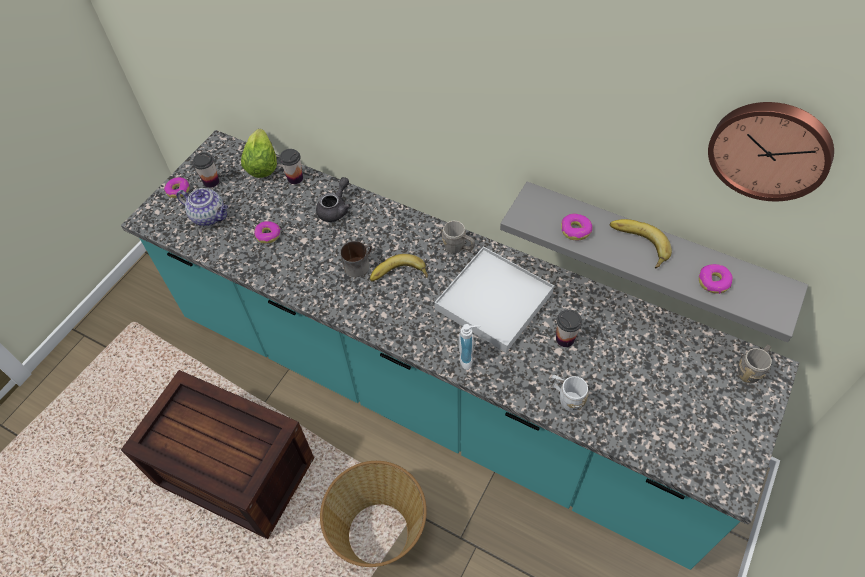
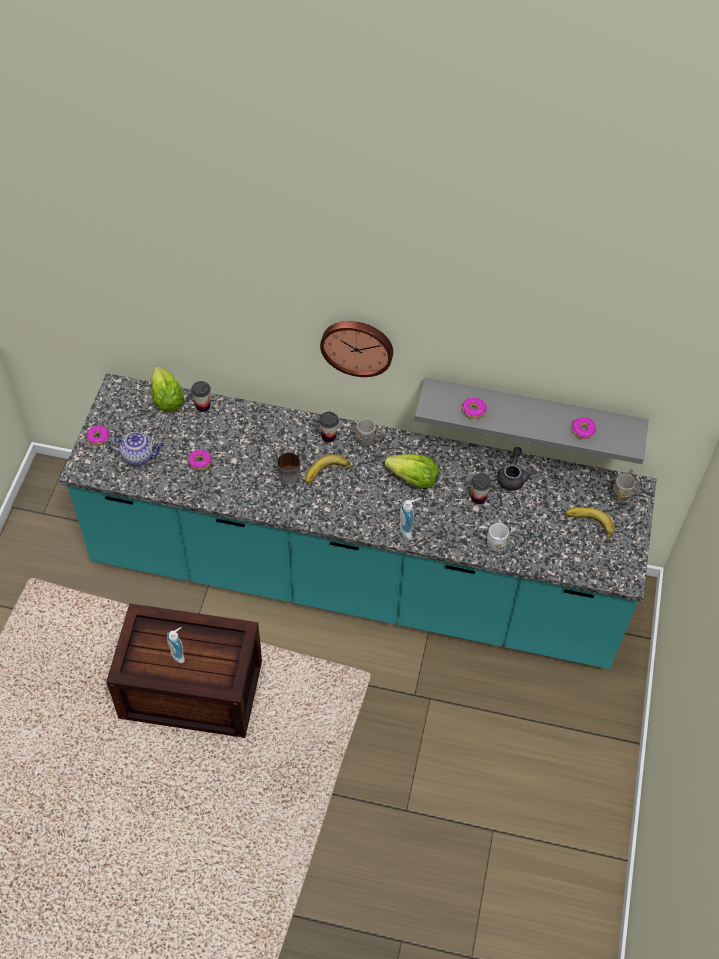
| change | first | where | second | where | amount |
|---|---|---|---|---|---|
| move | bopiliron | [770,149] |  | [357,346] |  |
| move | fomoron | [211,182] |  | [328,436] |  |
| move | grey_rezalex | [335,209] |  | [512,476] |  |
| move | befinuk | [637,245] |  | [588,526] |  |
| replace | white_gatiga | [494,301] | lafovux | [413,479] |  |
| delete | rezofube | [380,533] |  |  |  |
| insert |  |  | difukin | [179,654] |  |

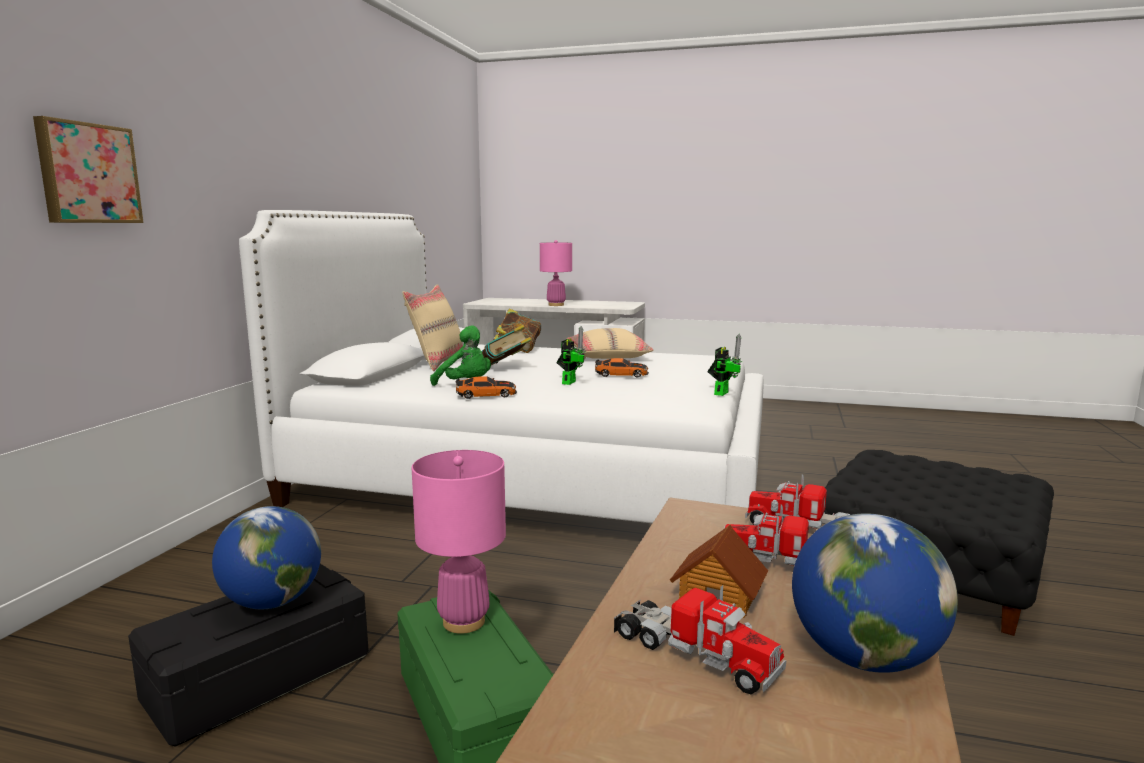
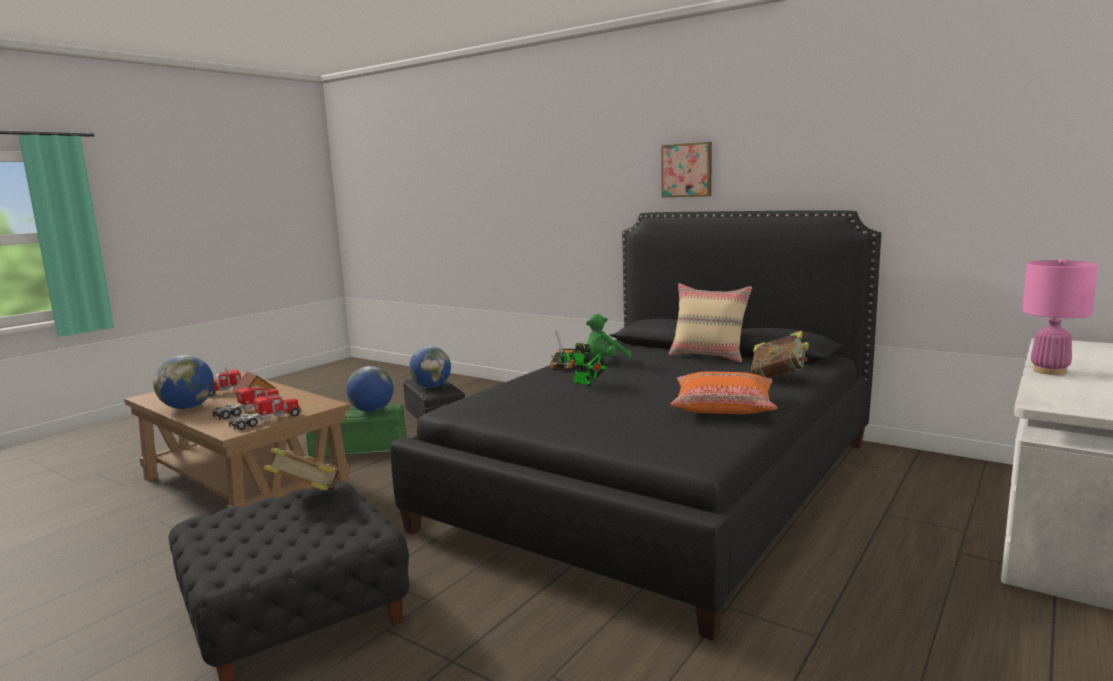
| change | first | where | second | where | amount |
|---|---|---|---|---|---|
| move | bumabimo | [87,173] |  | [687,170] |  |
| recolor | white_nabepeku | [538,473] | black_nabepeku | [658,483] |  |
| move | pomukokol | [505,368] |  | [306,495] |  |
| recolor | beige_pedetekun | [607,356] | orange_pedetekun | [723,406] |  |
| delete | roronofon | [722,392] |  |  |  |
| delete | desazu | [621,374] |  |  |  |
| replace | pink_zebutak | [464,621] | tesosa | [372,410] |  |

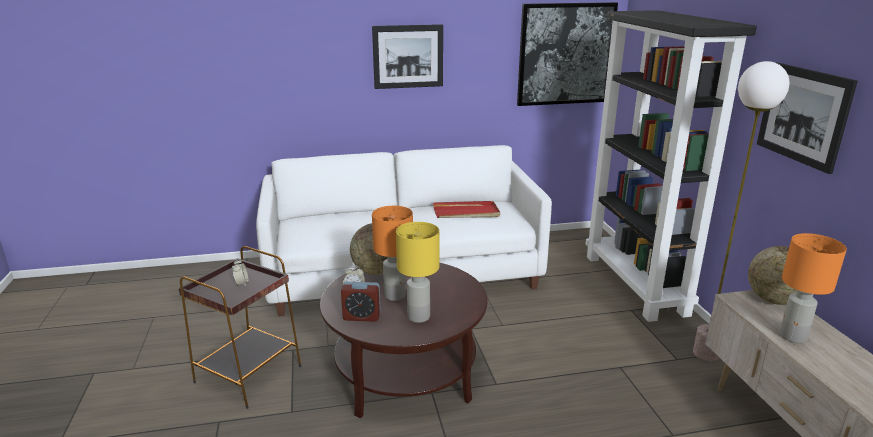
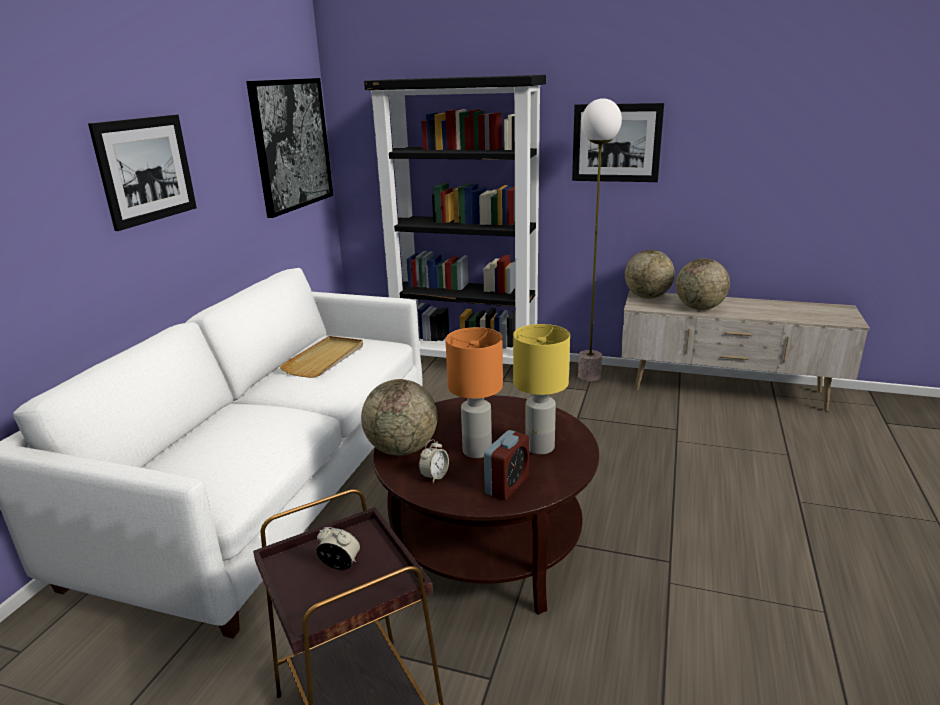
| change | first | where | second | where | amount |
|---|---|---|---|---|---|
| recolor | red_gatiga | [466,212] | beige_gatiga | [325,359] |  |
| replace | orange_zebutak | [793,337] | tesosa | [699,308] |  |

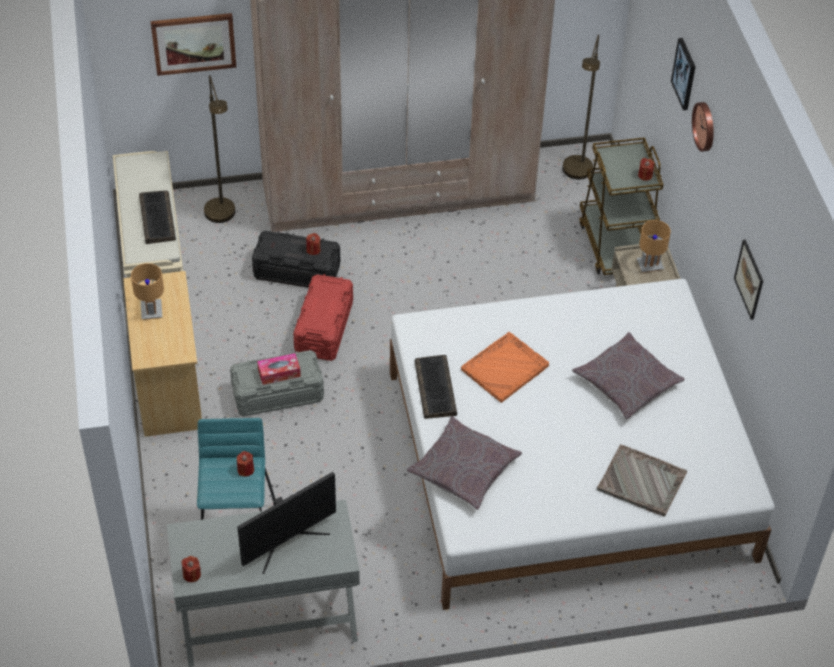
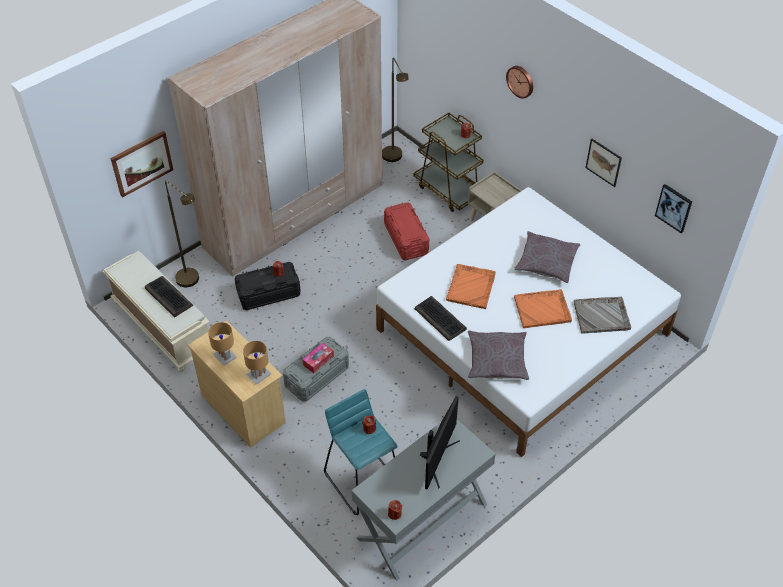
| change | first | where | second | where | amount |
|---|---|---|---|---|---|
| move | bumabimo | [685,74] |  | [674,208] |  |
| move | brown_zebutak | [649,265] |  | [259,375] |  |
| move | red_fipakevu | [324,328] |  | [406,239] |  |
| insert |  |  | orange_gatiga | [543,309] |  |

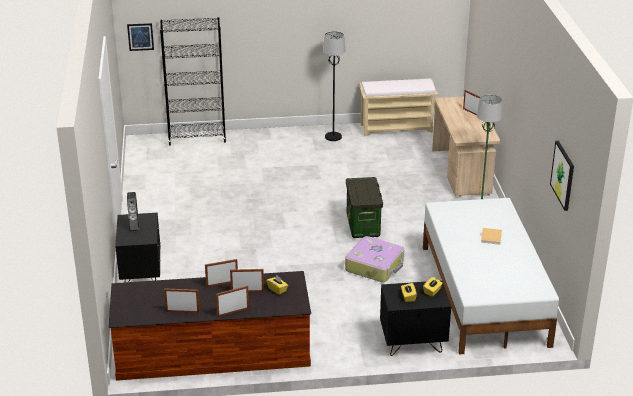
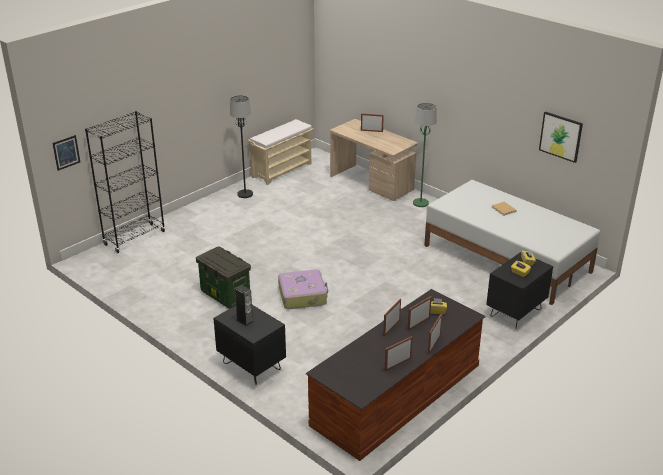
| change | first | where | second | where | amount |
|---|---|---|---|---|---|
| move | fipakevu | [363,226] |  | [226,295] |  |
| move | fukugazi | [375,266] |  | [303,295] |  |

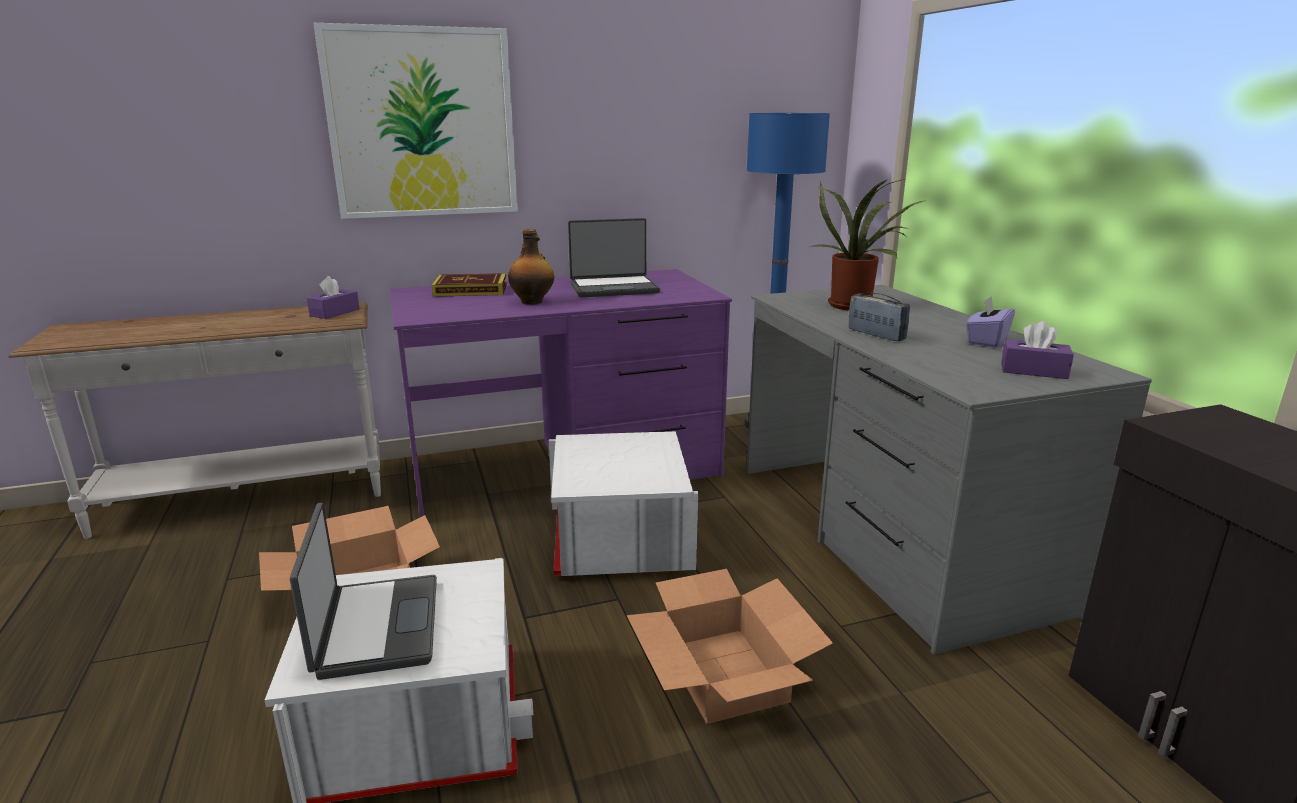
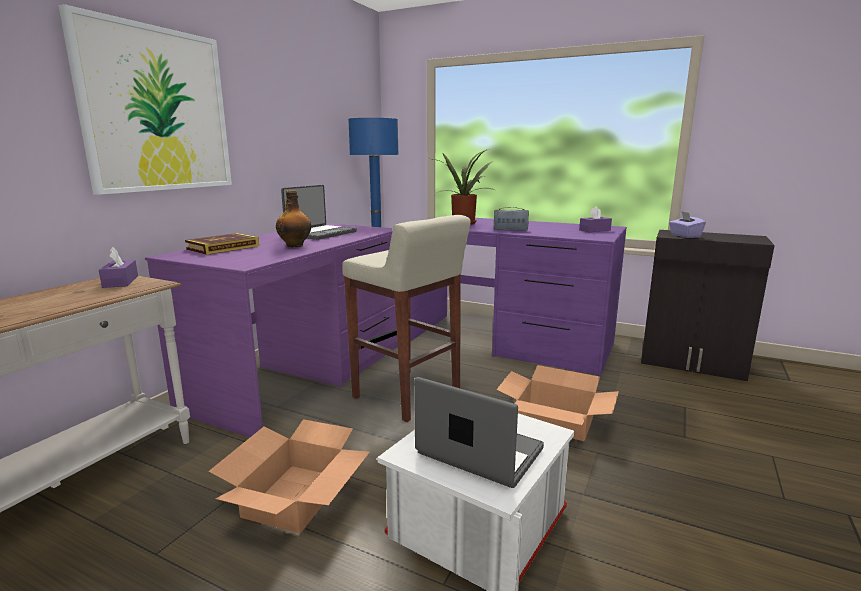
| change | first | where | second | where | amount |
|---|---|---|---|---|---|
| recolor | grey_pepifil | [890,532] | purple_pepifil | [510,342] |  |
| move | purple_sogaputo | [986,341] |  | [684,236] |  |
| replace | white_fipakevu | [617,543] | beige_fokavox | [408,395] |  |

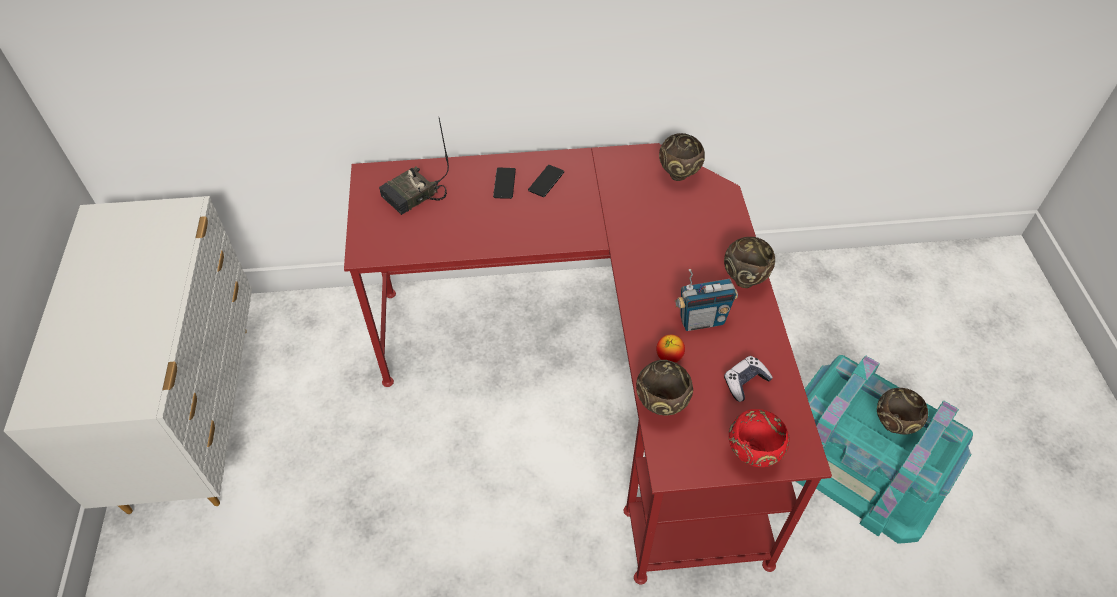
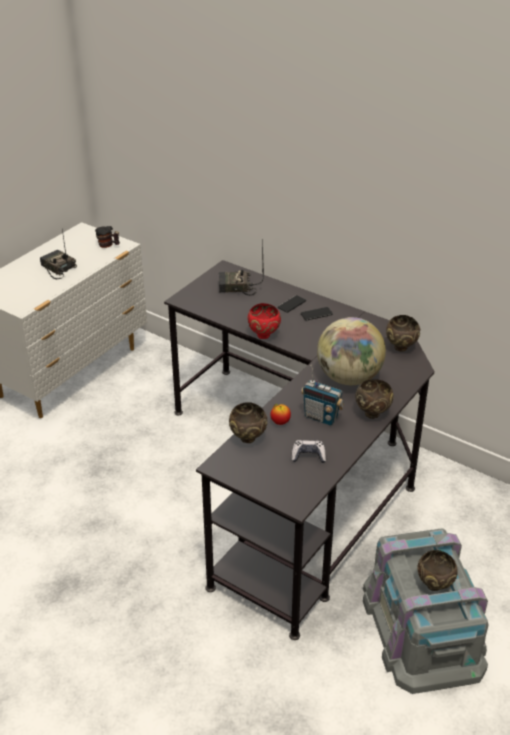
| change | first | where | second | where | amount |
|---|---|---|---|---|---|
| recolor | red_pepifil | [593,378] | black_pepifil | [297,477] |  |
| recolor | turquoise_fipakevu | [860,463] | grey_fipakevu | [423,628] |  |
| move | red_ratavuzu | [753,455] |  | [264,336] |  |
| insert |  |  | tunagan | [108,245] |  |
| insert |  |  | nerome | [57,268] |  |
| insert |  |  | tesosa | [348,378] |  |

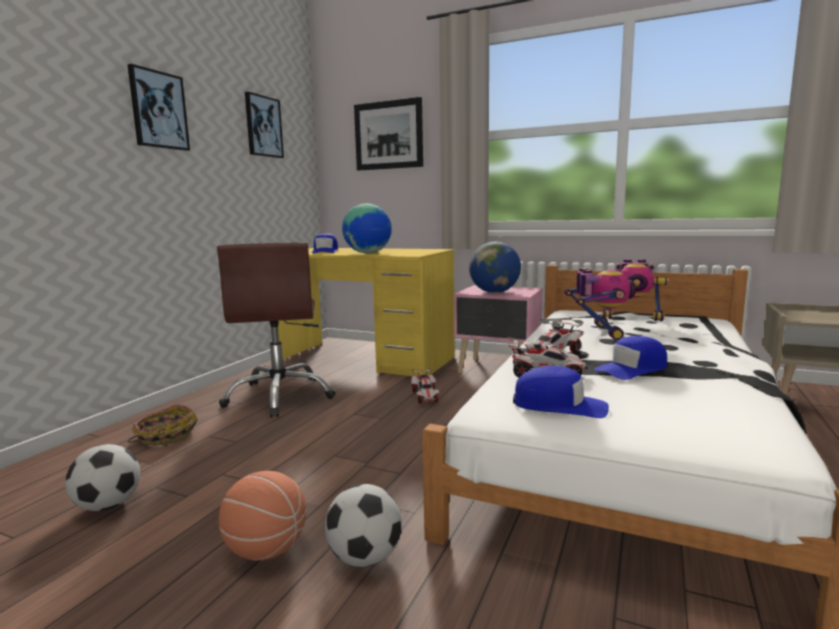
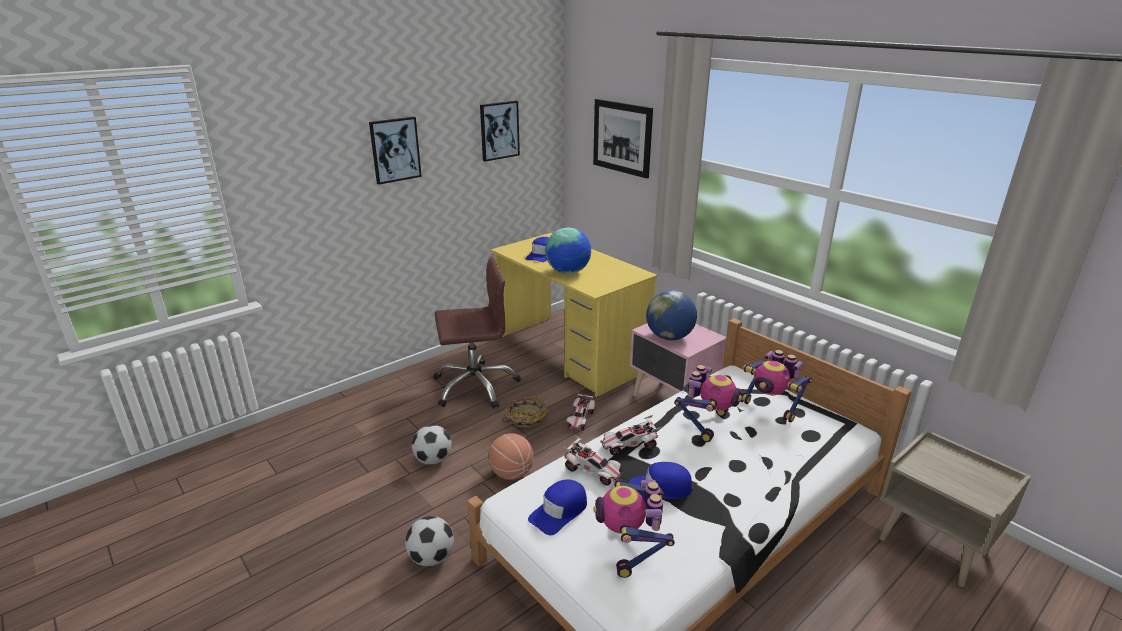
| change | first | where | second | where | amount |
|---|---|---|---|---|---|
| rotate | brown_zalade | [280,396] |  | [475,386] | 120 degrees counterclockwise |
| rotate | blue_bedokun | [559,405] |  | [559,511] | 90 degrees clockwise |
| move | rezofube | [165,436] |  | [525,418] |  |
| move | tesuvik | [108,505] |  | [433,460] |  |
| move | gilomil | [267,550] |  | [511,473] |  |
| insert |  |  | roronofon | [631,549] |  |

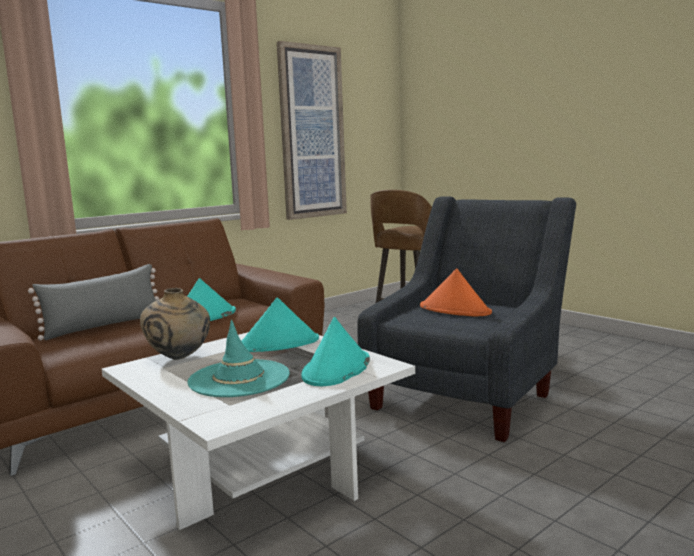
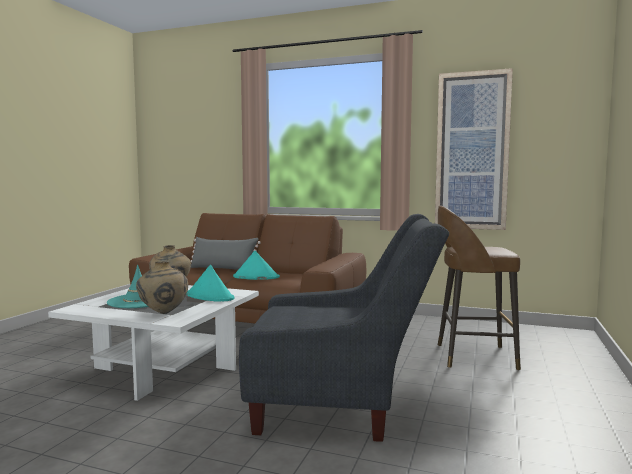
| change | first | where | second | where | amount |
|---|---|---|---|---|---|
| delete | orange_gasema | [455,310] |  |  |  |
| replace | turquoise_gasema | [336,369] | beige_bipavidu | [163,313] |  |

